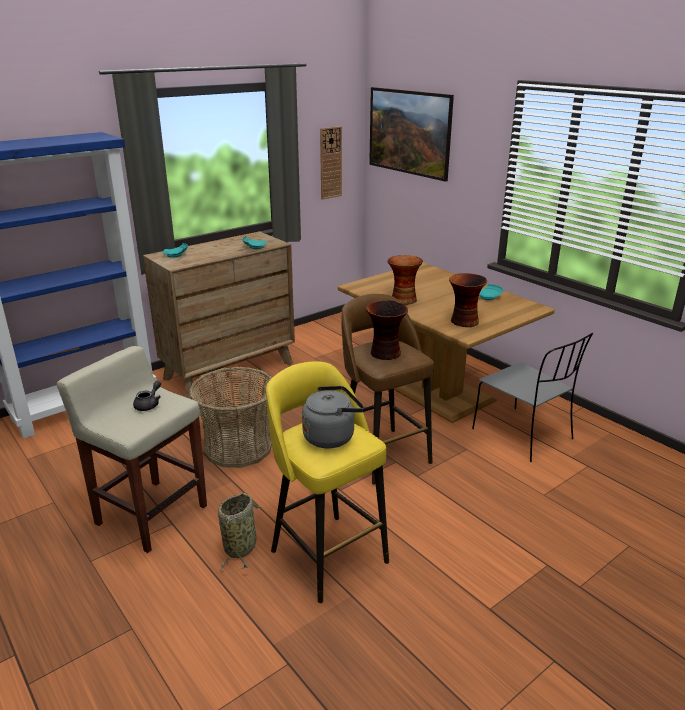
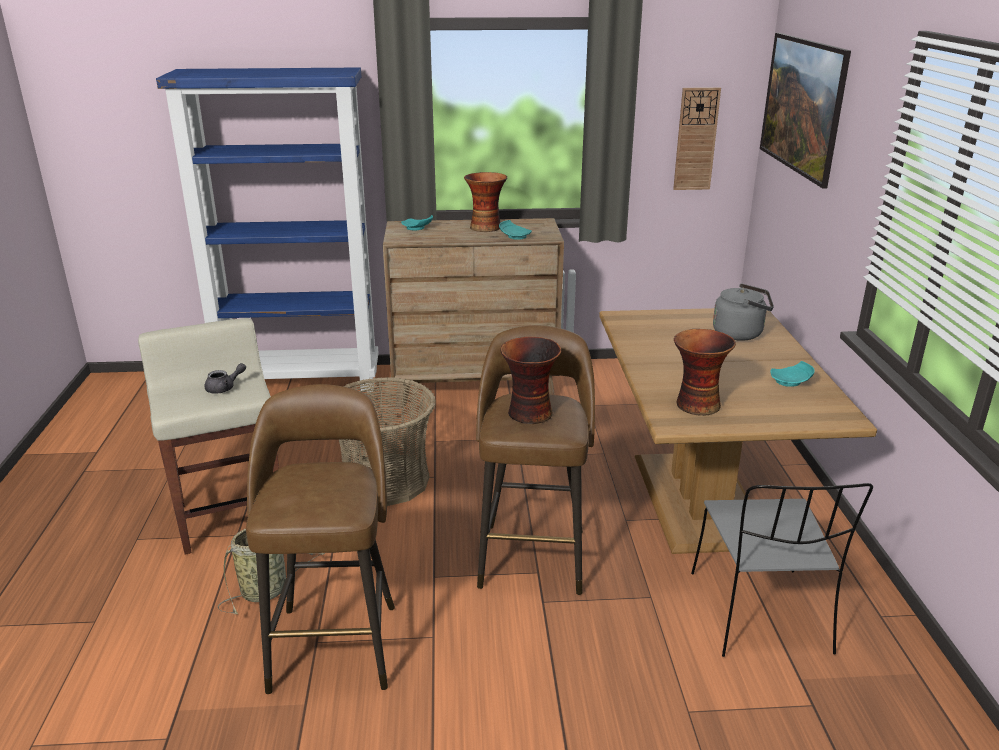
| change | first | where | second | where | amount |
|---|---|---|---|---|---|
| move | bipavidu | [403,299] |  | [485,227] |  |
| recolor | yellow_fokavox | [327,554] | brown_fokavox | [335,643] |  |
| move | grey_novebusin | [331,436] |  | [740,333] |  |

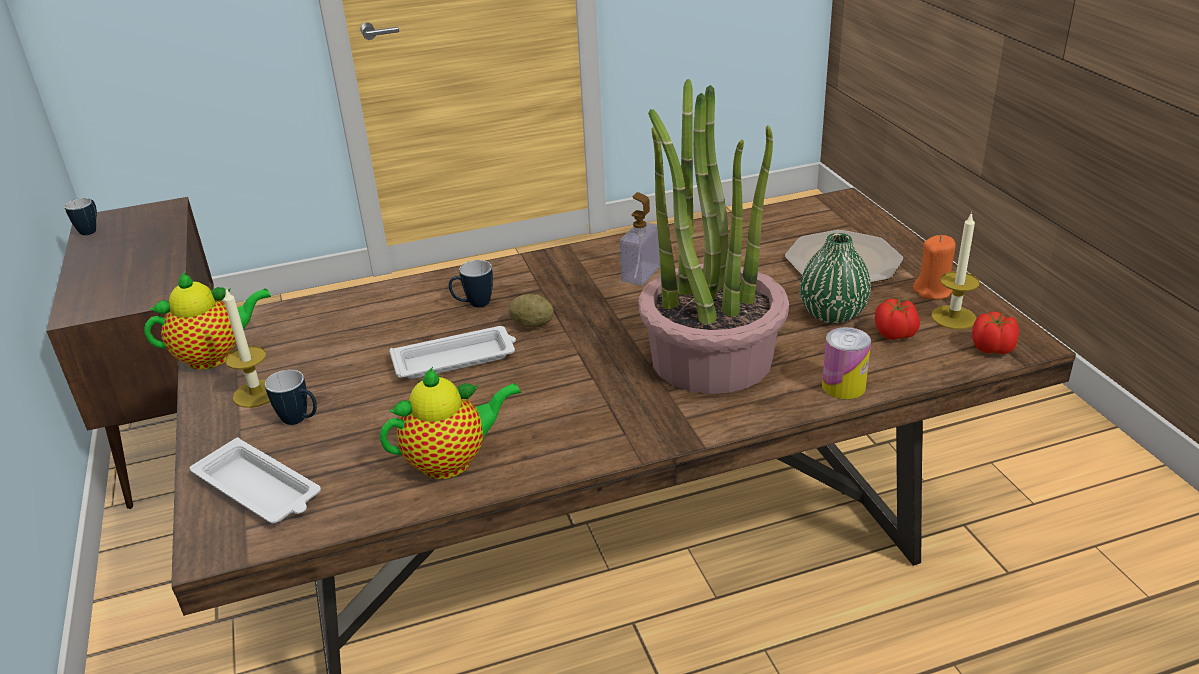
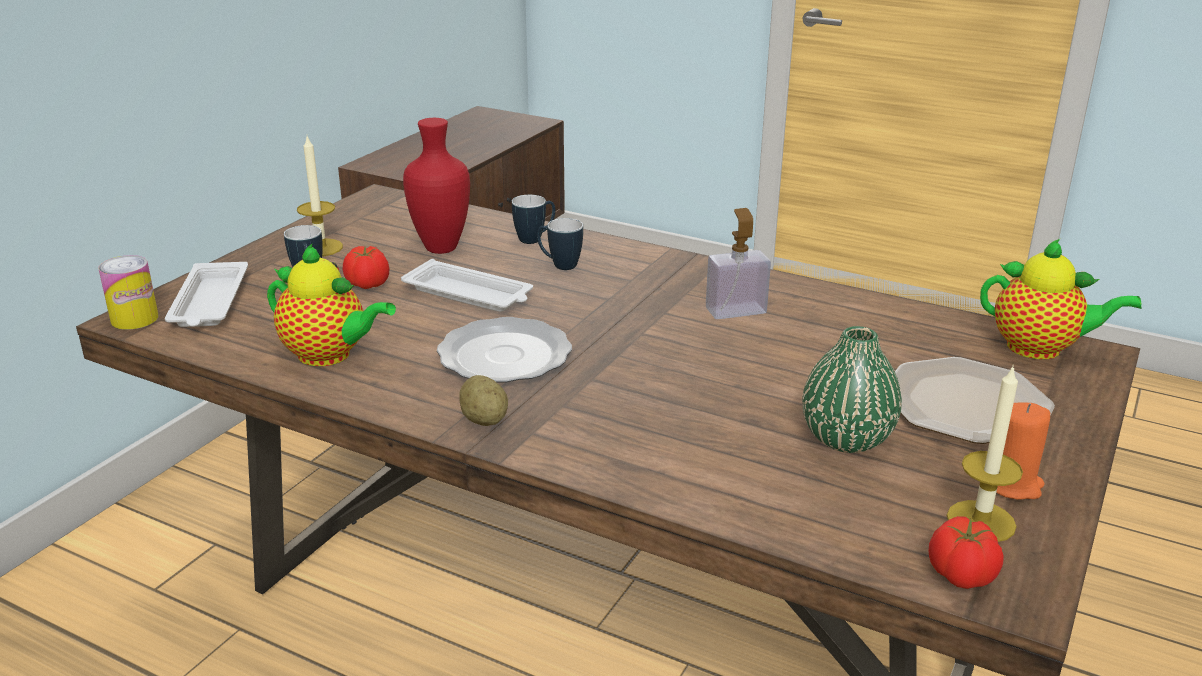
| change | first | where | second | where | amount |
|---|---|---|---|---|---|
| delete | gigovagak | [711,357] |  |  |  |
| move | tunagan | [91,230] |  | [535,239] |  |
| move | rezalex | [215,356] |  | [1040,349] |  |
| move | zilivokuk | [532,325] |  | [484,420] |  |
| move | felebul | [895,334] |  | [367,285] |  |
| move | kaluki | [843,386] |  | [134,319] |  |
| insert |  |  | red_bipavidu | [443,248] |  |
| insert |  |  | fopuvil | [504,356] |  |

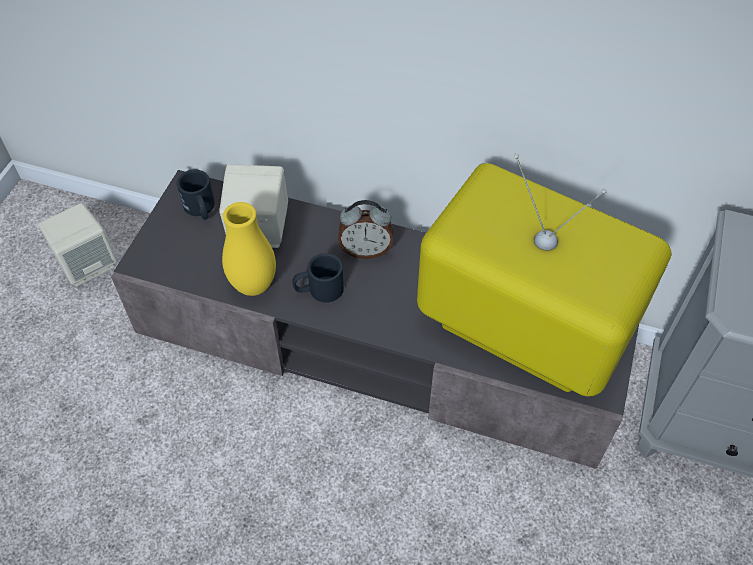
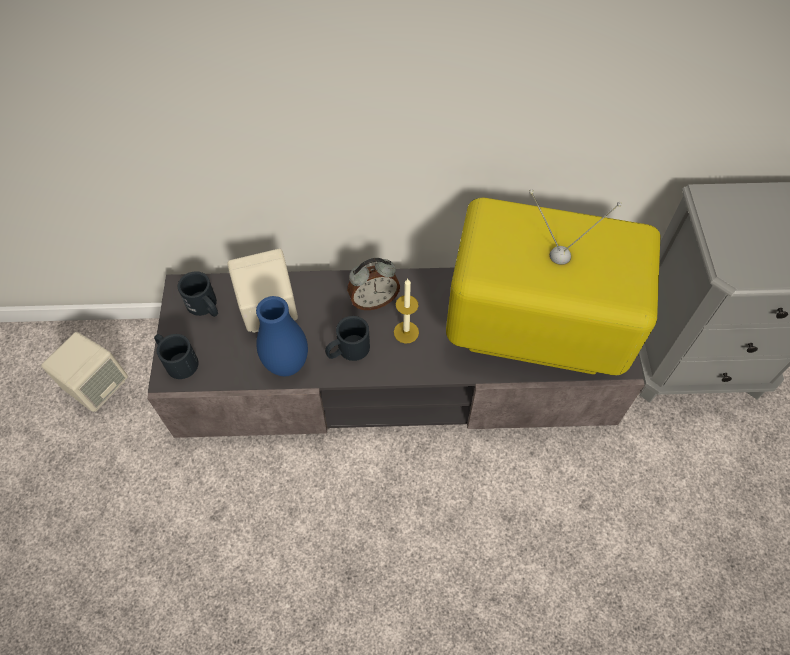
| change | first | where | second | where | amount |
|---|---|---|---|---|---|
| recolor | yellow_bipavidu | [253,285] | blue_bipavidu | [287,364] |  |
| insert |  |  | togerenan | [406,332] |  |
| insert |  |  | black_tunagan | [177,360] |  |

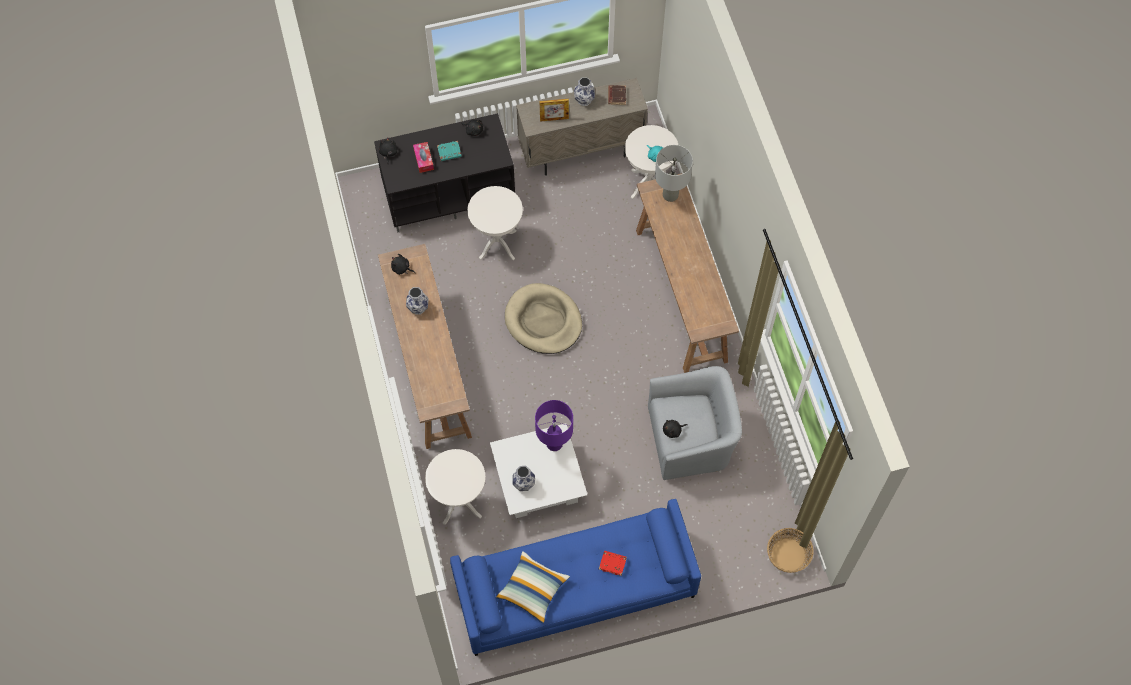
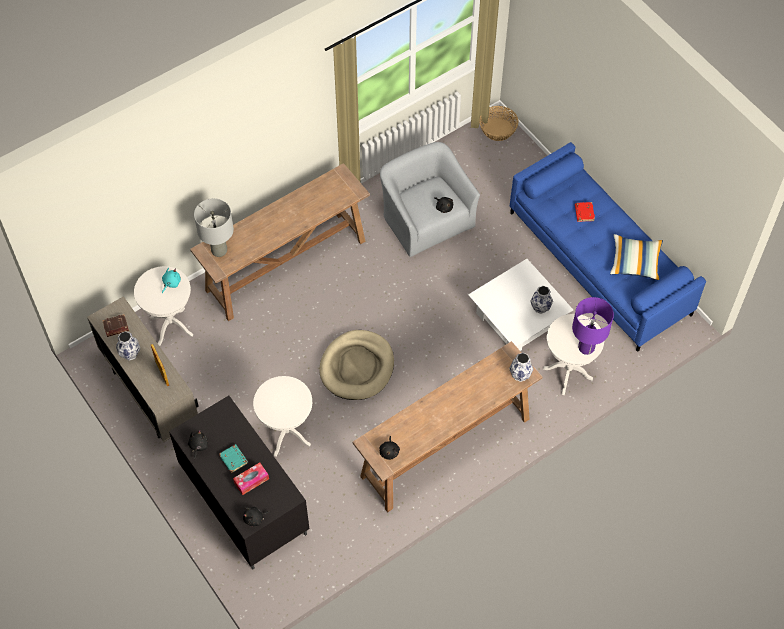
| change | first | where | second | where | amount |
|---|---|---|---|---|---|
| move | bipavidu | [418,308] |  | [520,375] |  |
| move | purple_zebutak | [554,444] |  | [586,347] |  |

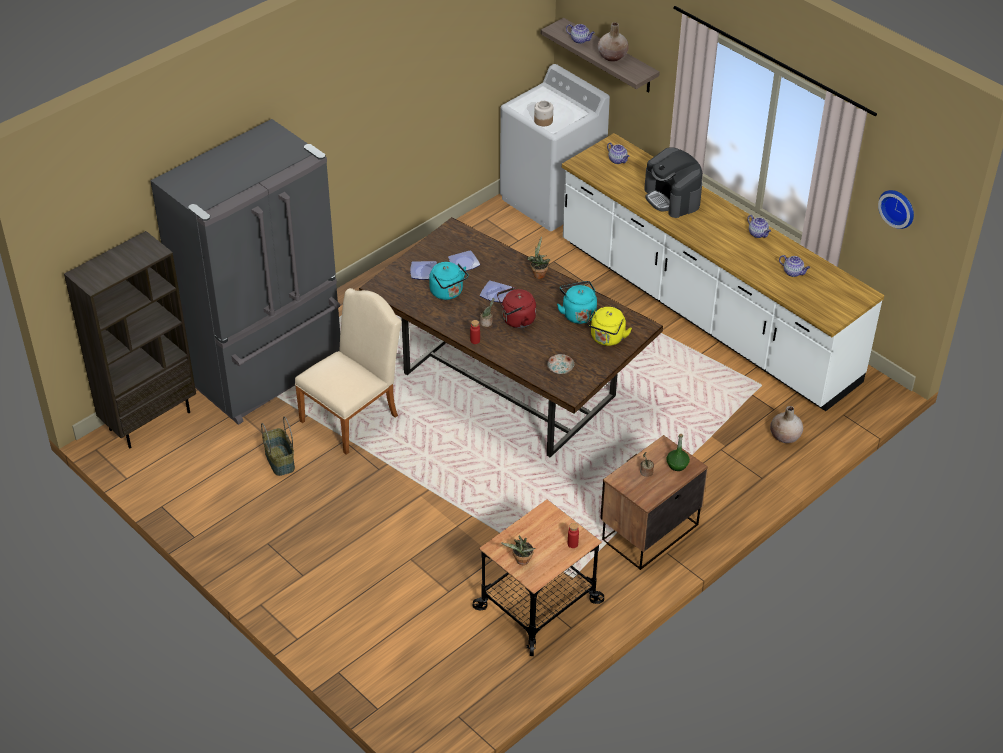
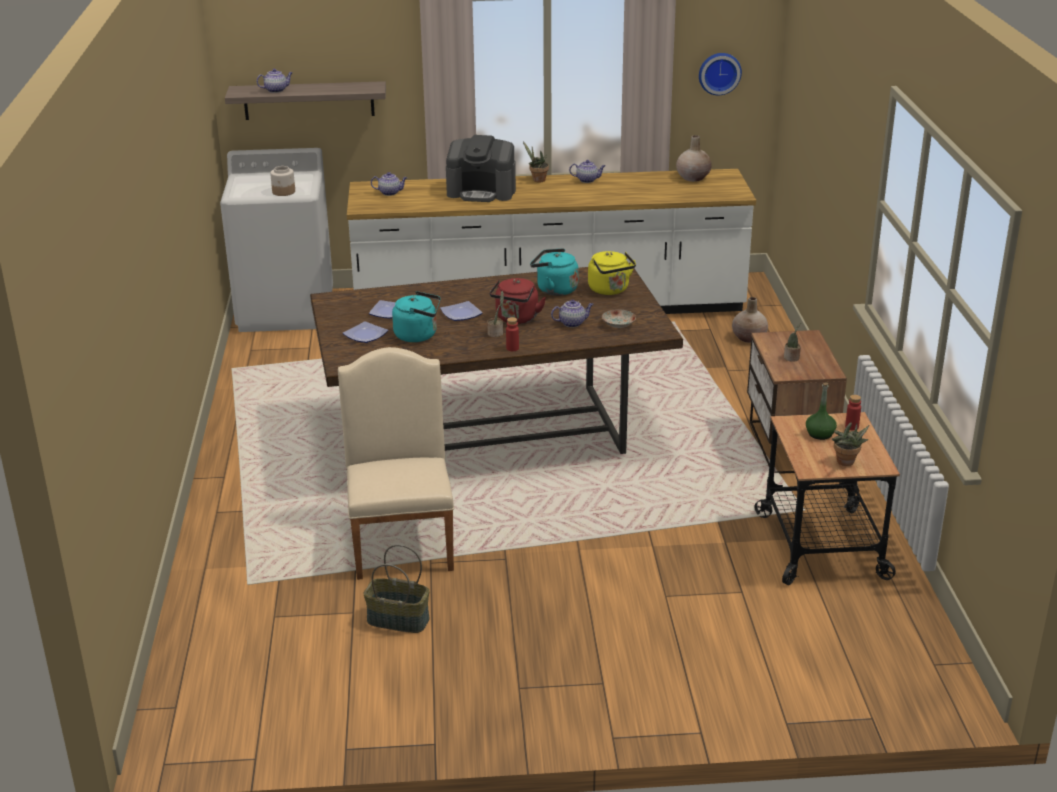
| change | first | where | second | where | amount |
|---|---|---|---|---|---|
| move | beige_bipavidu | [612,56] |  | [693,178] |  |
| delete | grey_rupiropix | [268,372] |  |  |  |
| delete | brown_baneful | [150,420] |  |  |  |
| move | gigovagak | [538,274] |  | [537,180] |  |
| move | rezalex | [793,272] |  | [572,323] |  |
| move | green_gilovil | [677,465] |  | [820,434] |  |

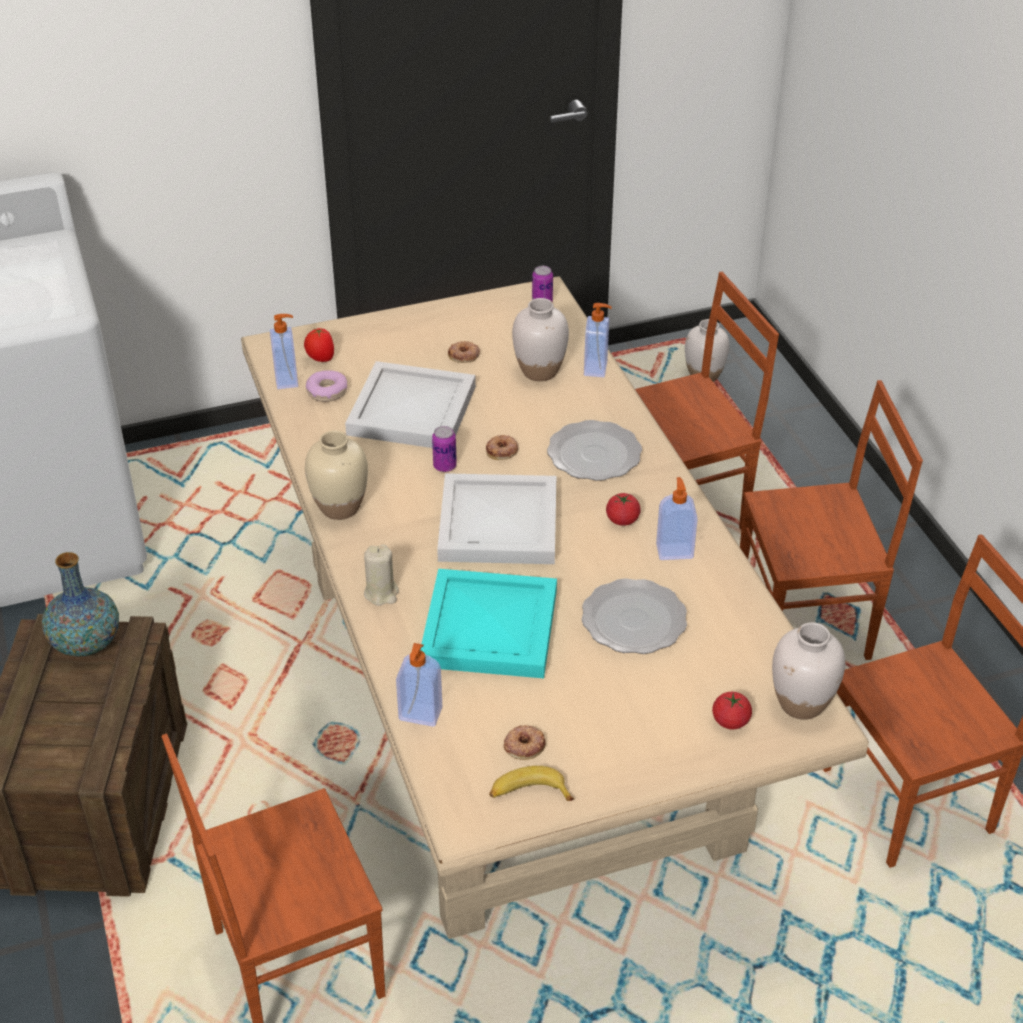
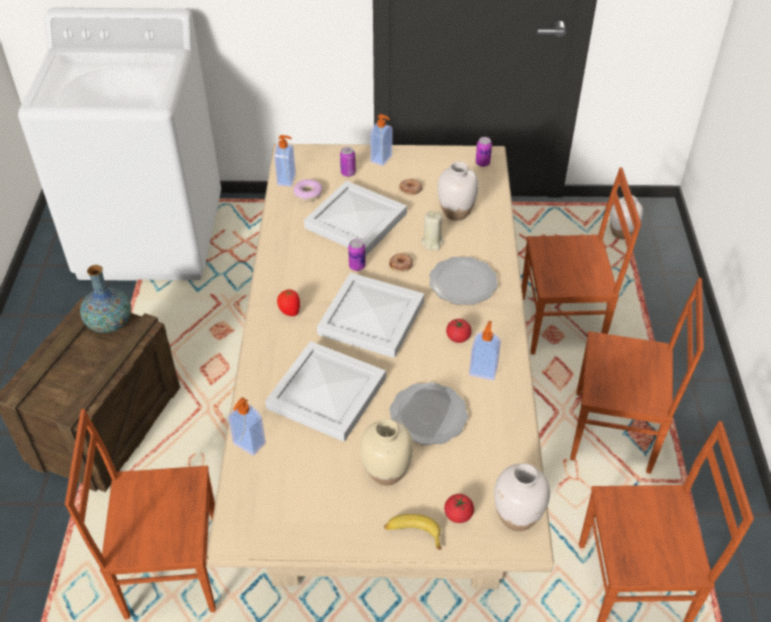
| change | first | where | second | where | amount |
|---|---|---|---|---|---|
| move | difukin | [596,368] |  | [382,159] |  |
| move | felebul | [320,359] |  | [289,312] |  |
| move | beige_bipavidu | [339,507] |  | [386,472] |  |
| move | beige_togerenan | [381,593] |  | [432,242] |  |
| recolor | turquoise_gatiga | [491,629] | white_gatiga | [327,395] |  |
| delete | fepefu | [524,745] |  |  |  |
| move | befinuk | [528,793] |  | [413,533] |  |
| insert |  |  | kaluki | [348,173] |  |

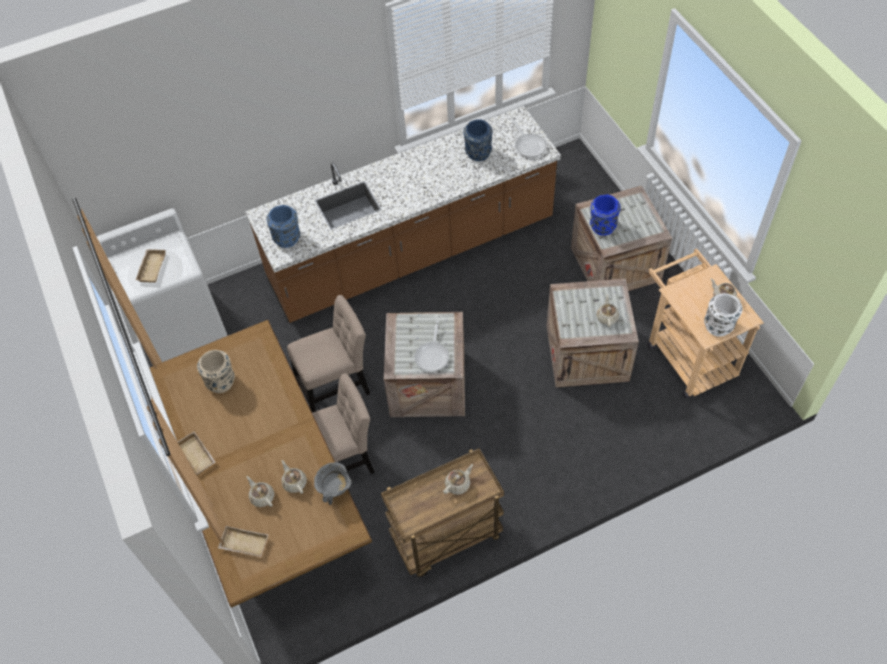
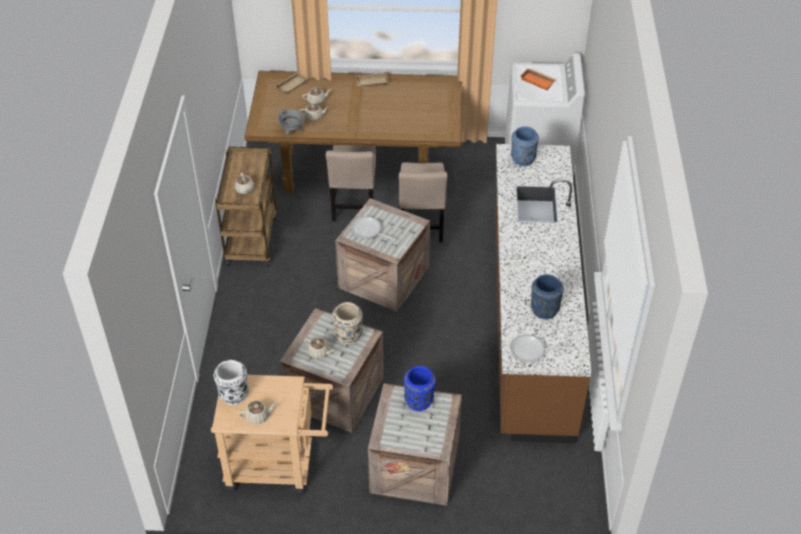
| change | first | where | second | where | amount |
|---|---|---|---|---|---|
| recolor | beige_gatiga | [151,267] | orange_gatiga | [538,81] |  |
| move | beige_bipavidu | [221,382] |  | [348,336] |  |

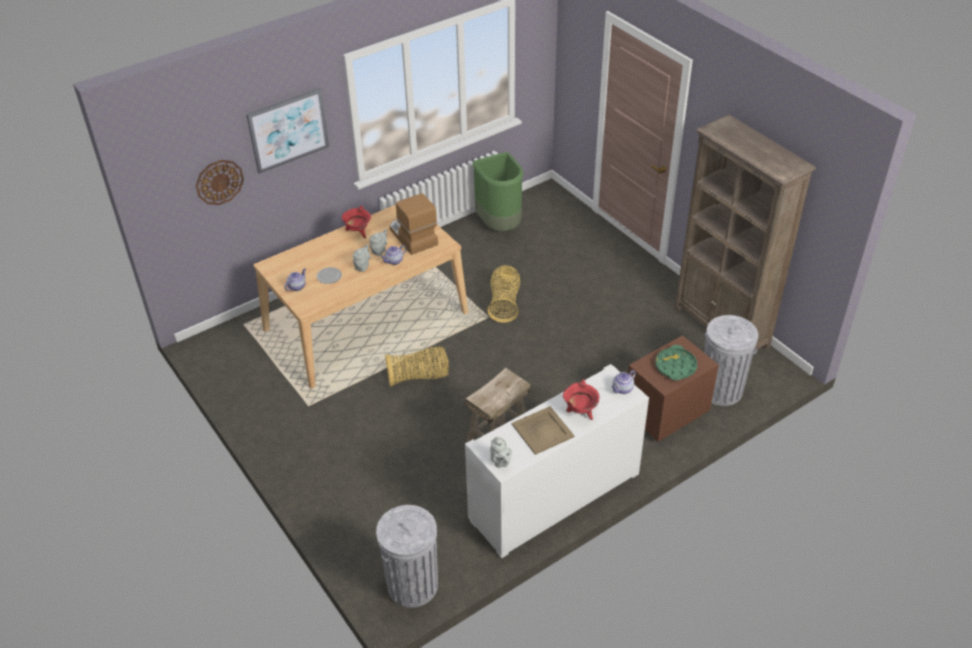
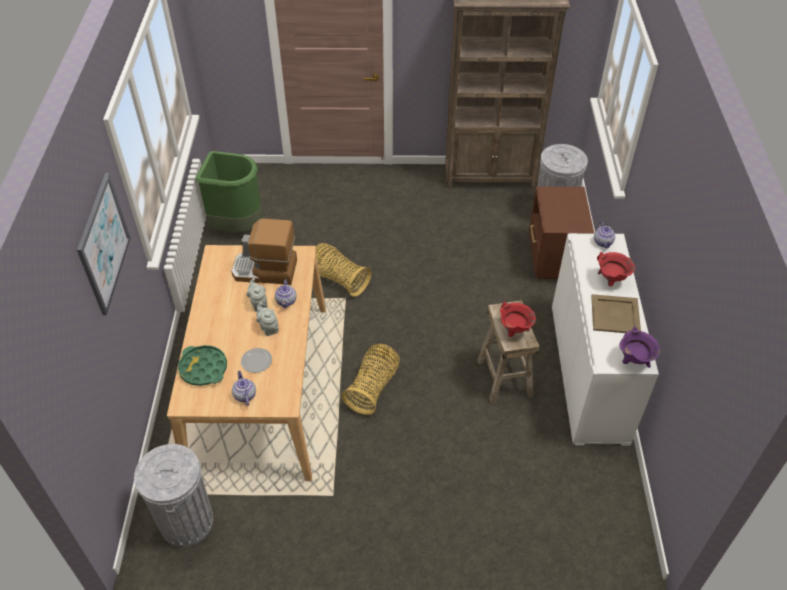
| change | first | where | second | where | amount |
|---|---|---|---|---|---|
| delete | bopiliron | [219,182] |  |  |  |
| move | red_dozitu | [358,233] |  | [514,330] |  |
| move | green_gatiga | [675,366] |  | [203,368] |  |
| replace | grey_rezalex | [500,462] | purple_dozitu | [634,361] |  |
| move | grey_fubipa | [412,585] |  | [186,521] |  |

